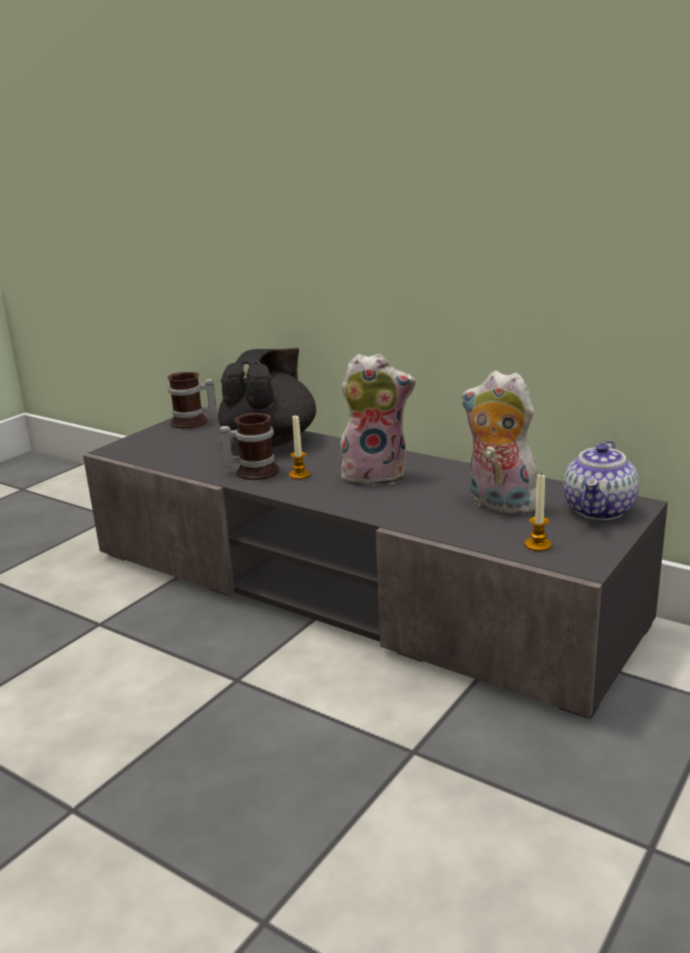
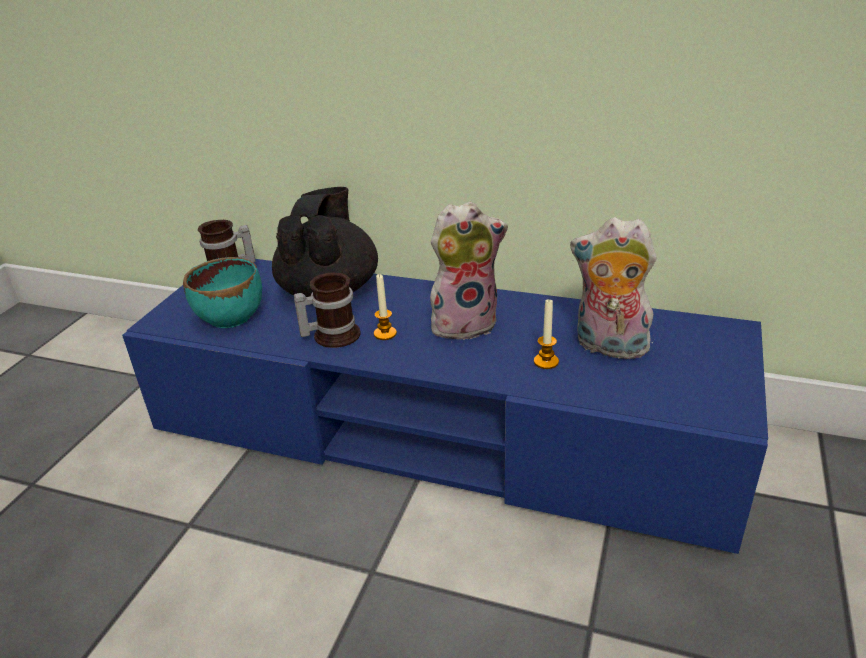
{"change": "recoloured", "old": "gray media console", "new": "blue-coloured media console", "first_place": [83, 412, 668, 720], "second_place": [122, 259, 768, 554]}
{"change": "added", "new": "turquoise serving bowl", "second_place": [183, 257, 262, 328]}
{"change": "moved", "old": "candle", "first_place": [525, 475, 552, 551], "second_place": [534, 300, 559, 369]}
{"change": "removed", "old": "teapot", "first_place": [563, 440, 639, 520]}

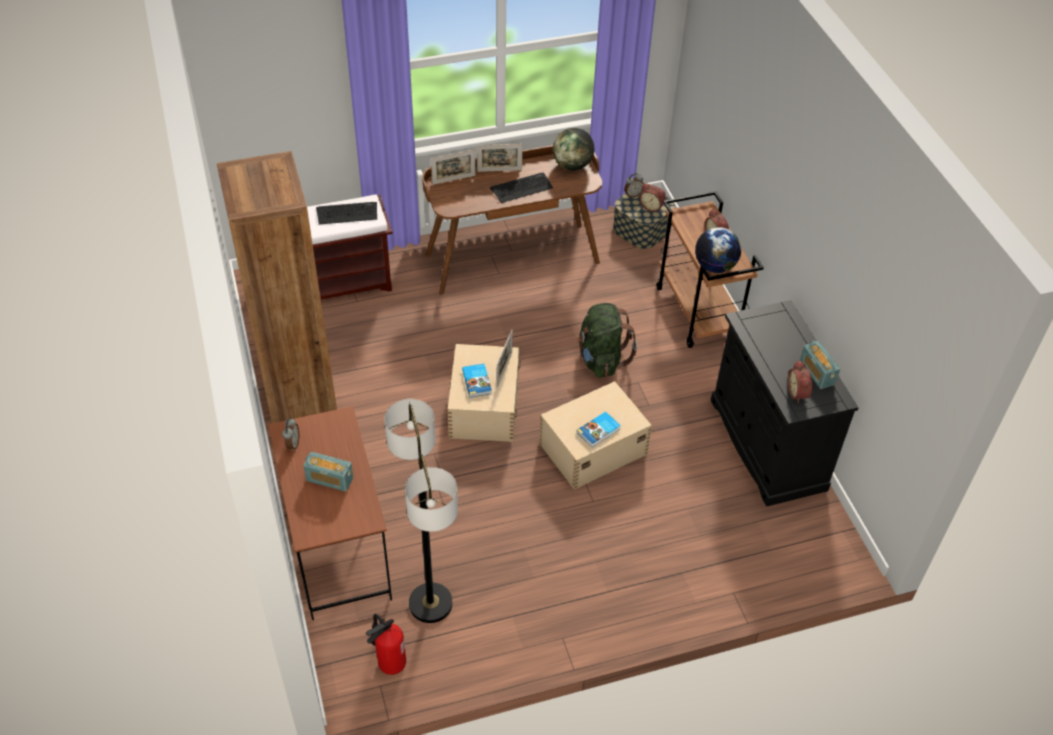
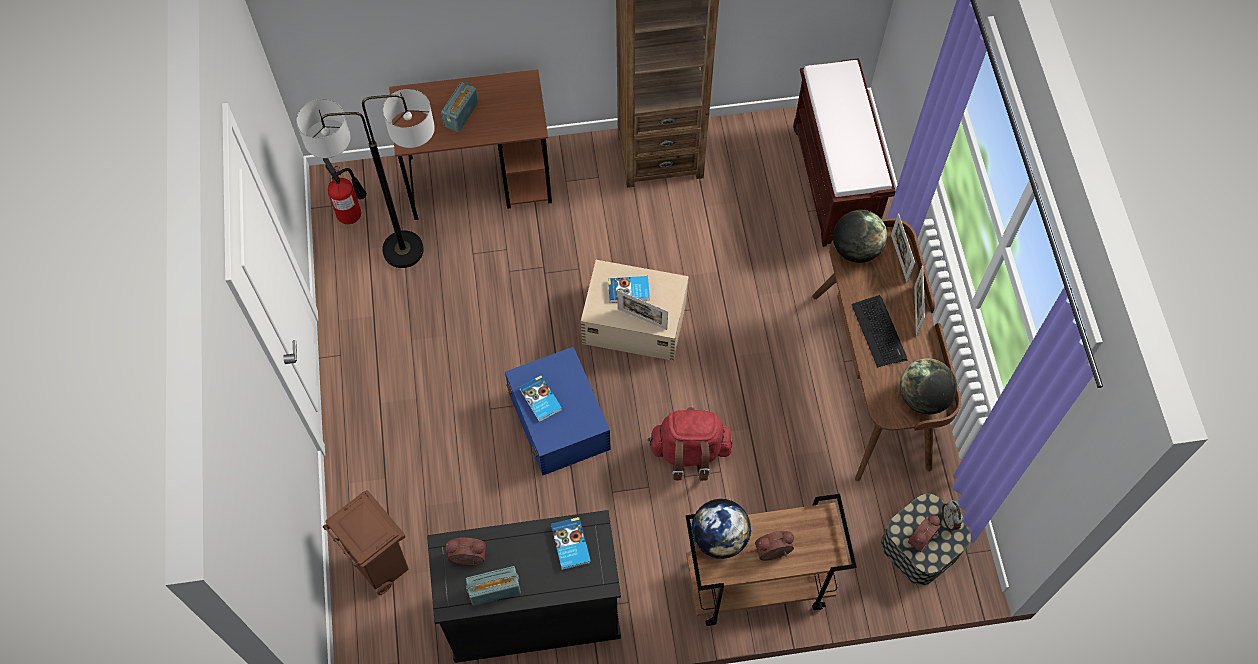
{"change": "added", "new": "brown waste bin", "second_place": [323, 490, 409, 595]}
{"change": "recoloured", "old": "sand-coloured storage container", "new": "blue-coloured storage container", "first_place": [539, 381, 652, 490], "second_place": [505, 347, 611, 476]}
{"change": "added", "new": "book", "second_place": [551, 517, 591, 570]}
{"change": "recoloured", "old": "greenish backpack", "new": "red backpack", "first_place": [575, 303, 637, 378], "second_place": [648, 407, 733, 481]}
{"change": "added", "new": "desk globe", "second_place": [833, 210, 887, 263]}
{"change": "removed", "old": "table clock", "first_place": [282, 418, 299, 451]}
{"change": "removed", "old": "keyboard", "first_place": [316, 202, 377, 225]}

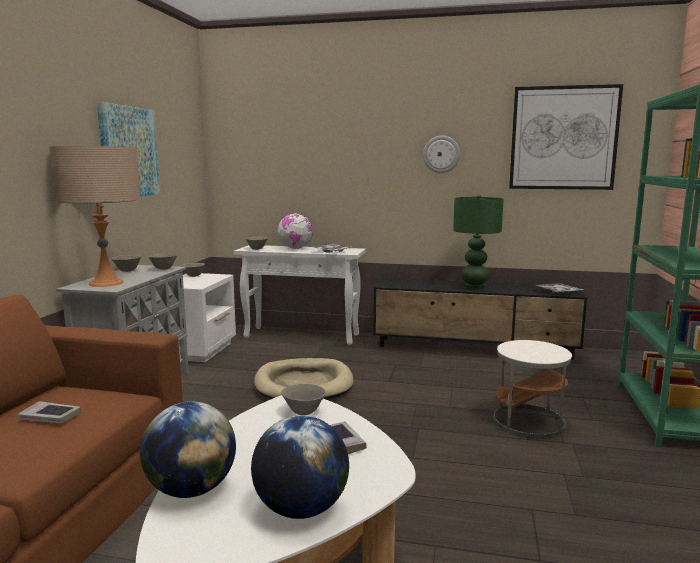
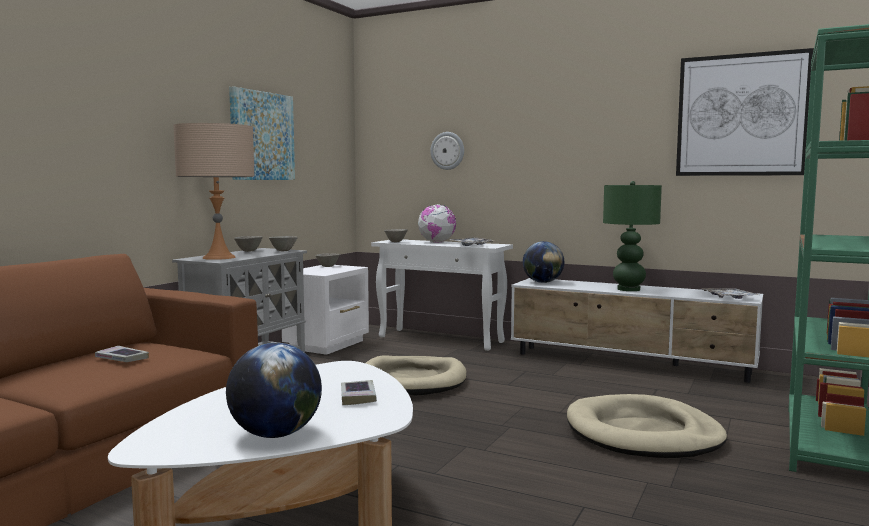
{"change": "moved", "old": "hanging clock", "first_place": [423, 136, 460, 173], "second_place": [430, 132, 464, 170]}
{"change": "recoloured", "old": "blackish media console", "new": "white-coloured media console", "first_place": [373, 278, 587, 360], "second_place": [511, 278, 763, 383]}
{"change": "moved", "old": "desk globe", "first_place": [140, 401, 236, 498], "second_place": [523, 241, 564, 283]}
{"change": "replaced", "old": "white-coloured accent table", "new": "sand-coloured dog cushion", "first_place": [494, 340, 572, 439], "second_place": [567, 394, 727, 458]}
{"change": "removed", "old": "gray serving bowl", "first_place": [281, 384, 326, 415]}

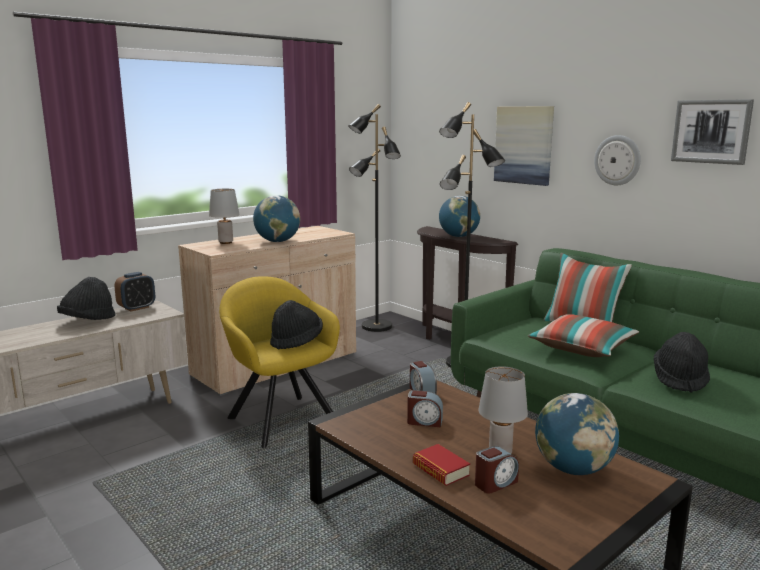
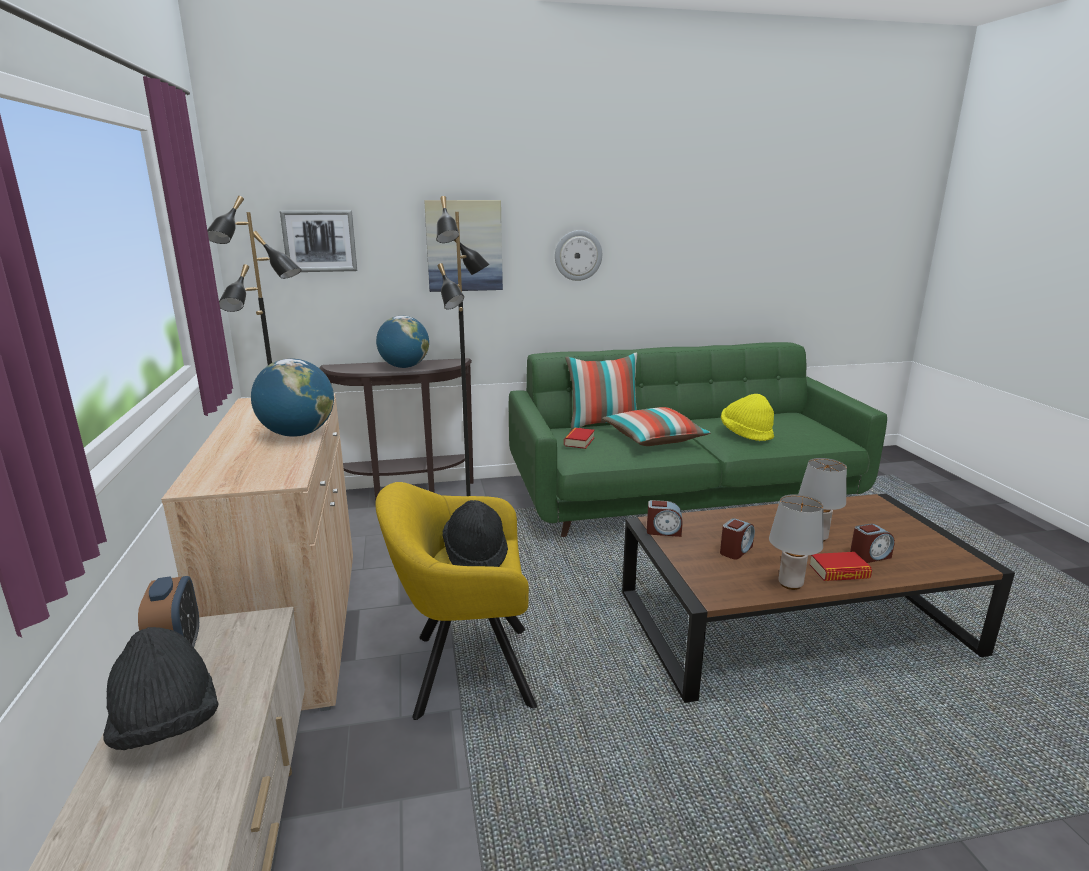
{"change": "moved", "old": "picture", "first_place": [671, 99, 754, 165], "second_place": [280, 210, 357, 272]}
{"change": "added", "new": "book", "second_place": [564, 428, 595, 449]}
{"change": "recoloured", "old": "blackish hat", "new": "yellow-coloured hat", "first_place": [654, 332, 710, 393], "second_place": [721, 394, 774, 441]}
{"change": "moved", "old": "gray tabletop lamp", "first_place": [209, 189, 240, 244], "second_place": [769, 494, 824, 590]}
{"change": "turned", "old": "table clock", "first_place": [475, 446, 519, 494], "second_place": [850, 524, 895, 563], "degrees": 75}
{"change": "removed", "old": "desk globe", "first_place": [535, 393, 619, 475]}

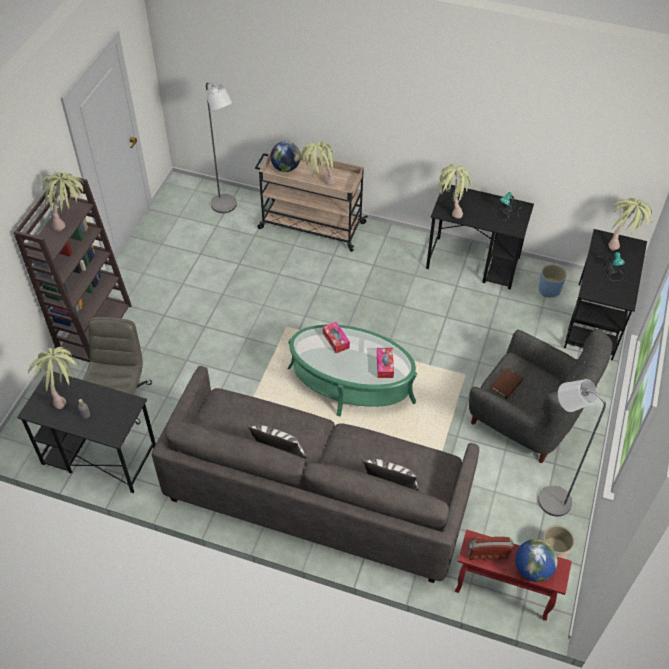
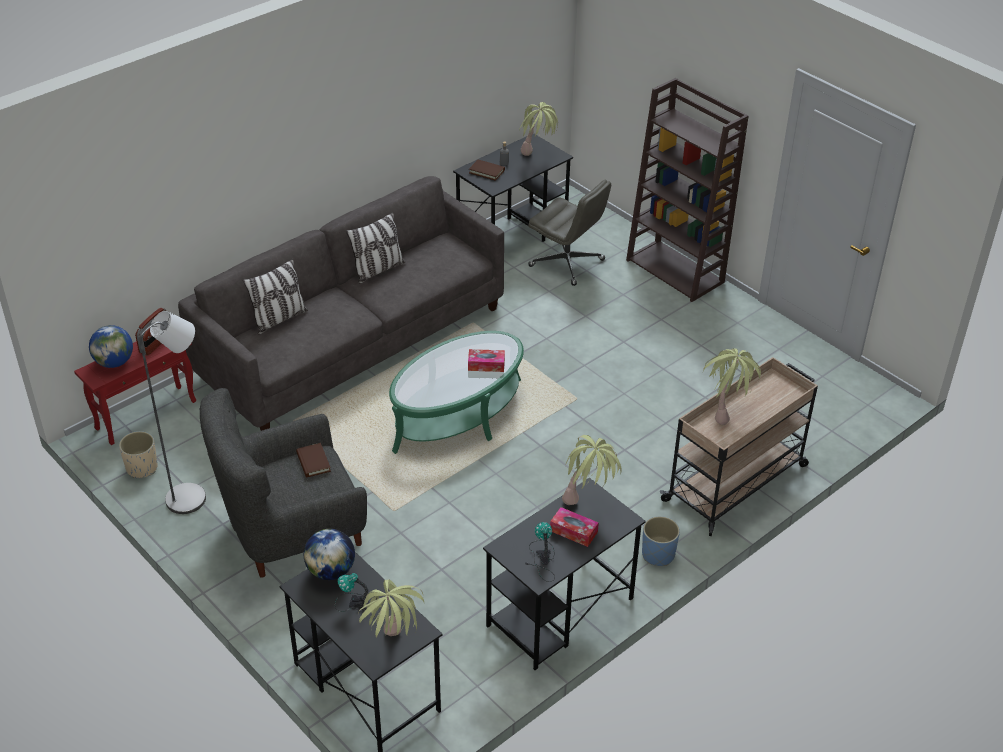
{"change": "moved", "old": "desk globe", "first_place": [270, 141, 301, 172], "second_place": [304, 529, 355, 580]}
{"change": "added", "new": "brown book", "second_place": [469, 159, 505, 181]}
{"change": "moved", "old": "box of tissues", "first_place": [377, 348, 394, 378], "second_place": [550, 507, 599, 547]}
{"change": "moved", "old": "blue-coloured flower pot", "first_place": [538, 264, 566, 298], "second_place": [642, 516, 680, 566]}
{"change": "removed", "old": "houseplant", "first_place": [41, 172, 83, 231]}
{"change": "removed", "old": "gray standard lamp", "first_place": [205, 82, 237, 213]}

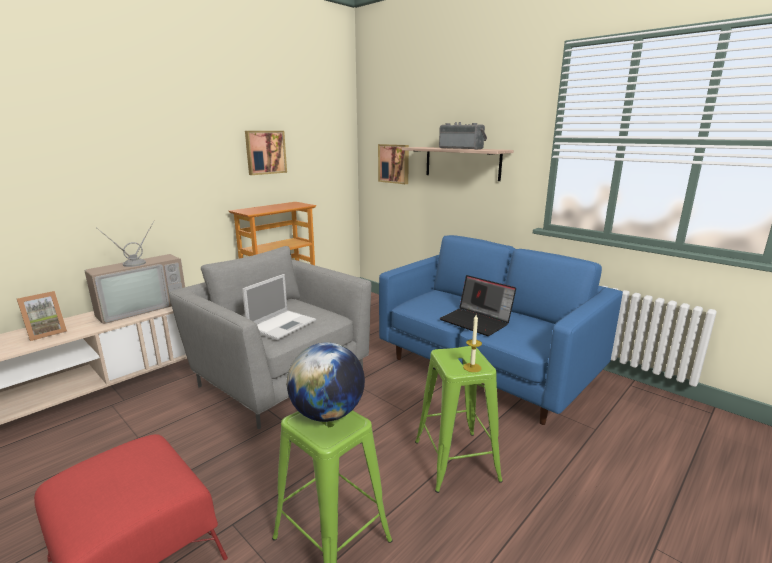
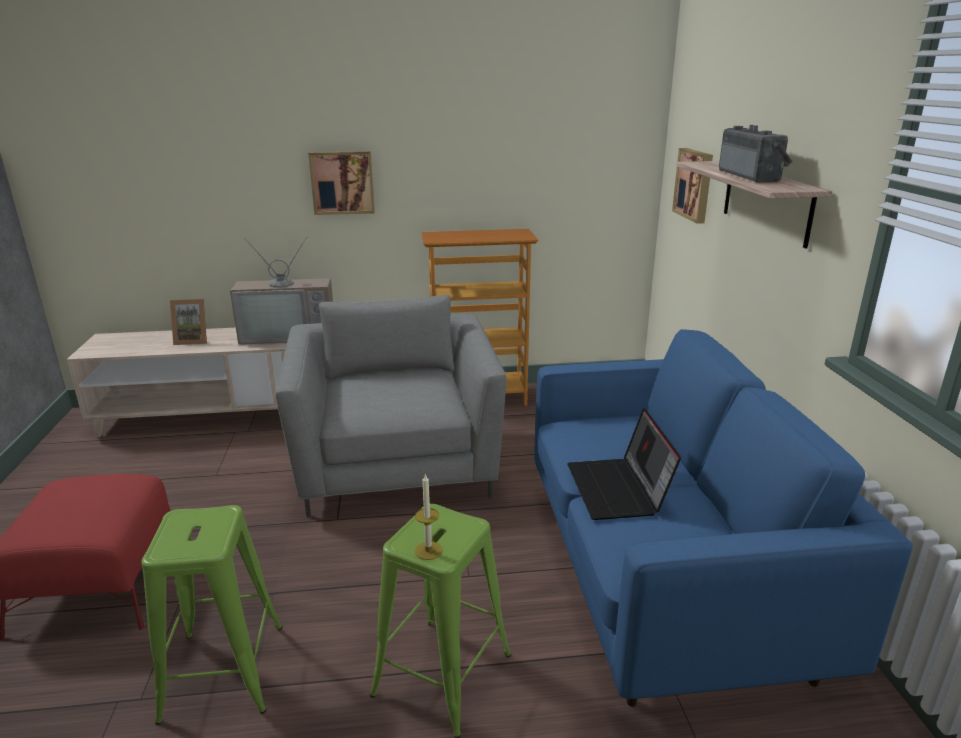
{"change": "moved", "old": "picture", "first_place": [245, 131, 287, 175], "second_place": [308, 151, 375, 215]}
{"change": "removed", "old": "notebook computer", "first_place": [242, 274, 316, 340]}
{"change": "removed", "old": "desk globe", "first_place": [287, 342, 365, 422]}

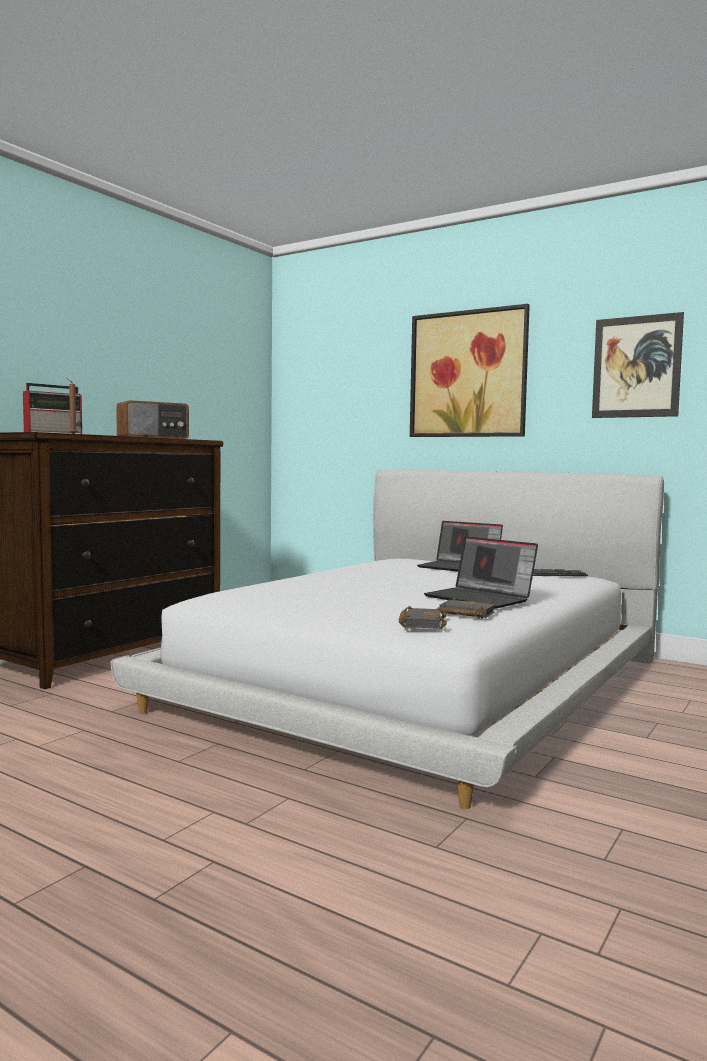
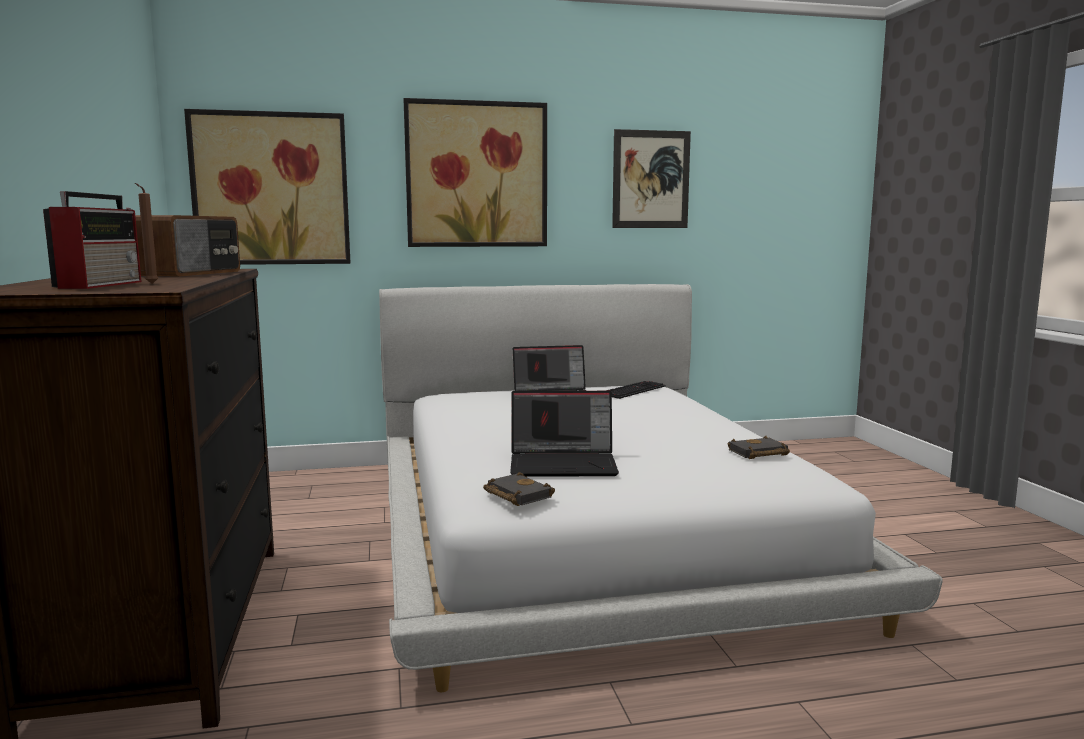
{"change": "added", "new": "picture", "second_place": [184, 109, 350, 265]}
{"change": "moved", "old": "blackish book", "first_place": [399, 606, 447, 629], "second_place": [483, 472, 555, 506]}
{"change": "moved", "old": "notebook computer", "first_place": [424, 537, 538, 608], "second_place": [510, 391, 619, 477]}

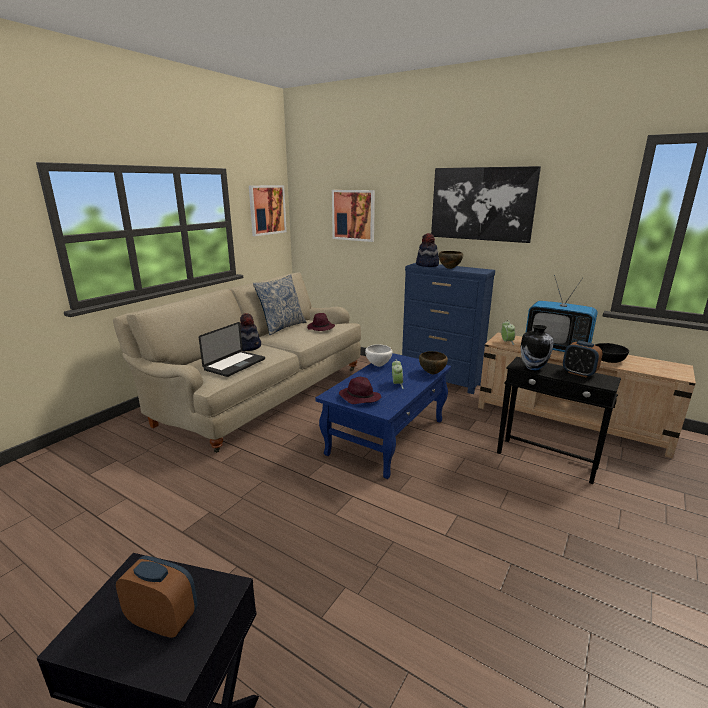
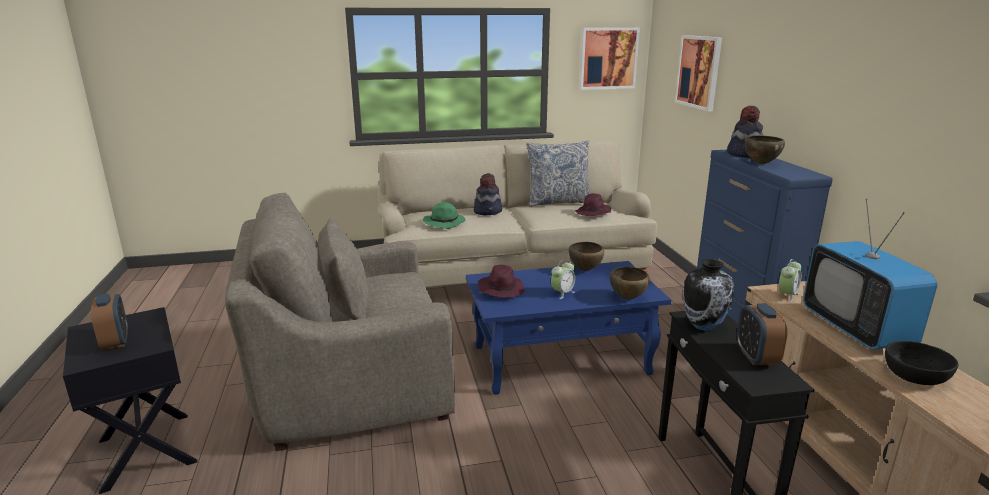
{"change": "added", "new": "gray armchair", "second_place": [225, 193, 455, 451]}
{"change": "replaced", "old": "notebook computer", "new": "greenish hat", "first_place": [199, 322, 265, 377], "second_place": [423, 202, 465, 229]}
{"change": "recoloured", "old": "white-coloured serving bowl", "new": "brown serving bowl", "first_place": [365, 345, 393, 367], "second_place": [569, 242, 604, 271]}
{"change": "removed", "old": "picture", "first_place": [431, 166, 541, 243]}

